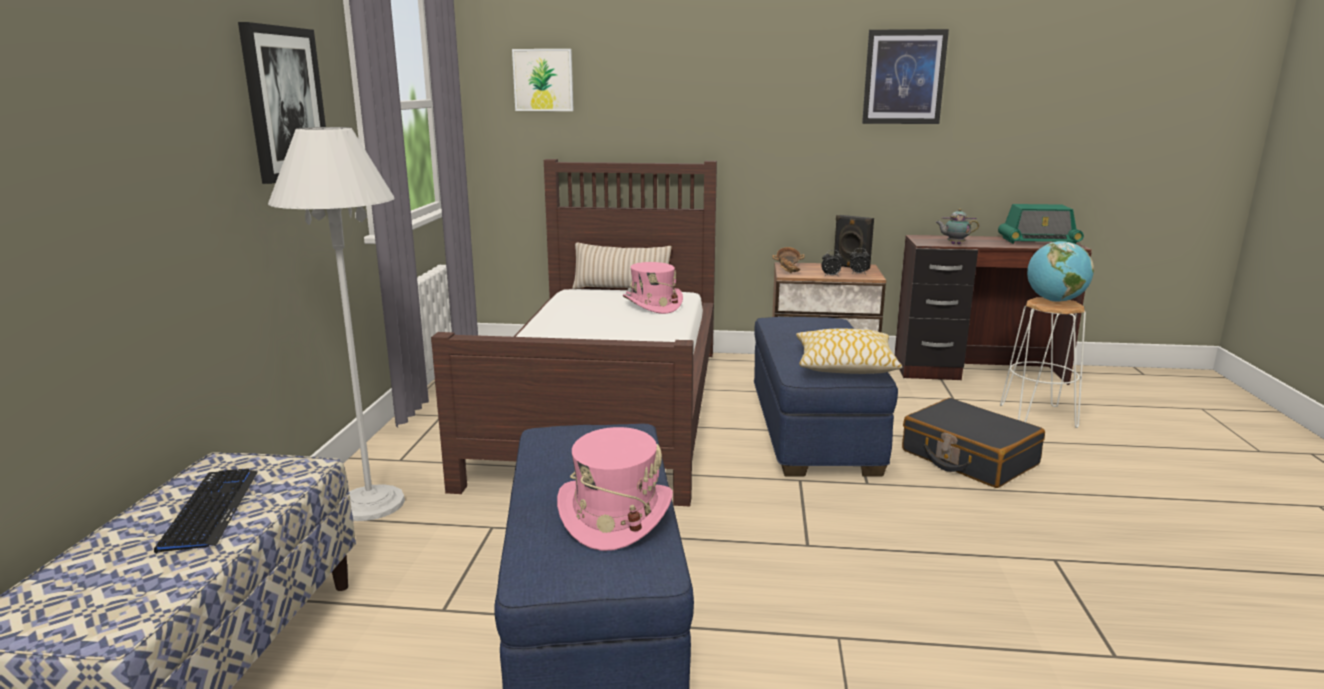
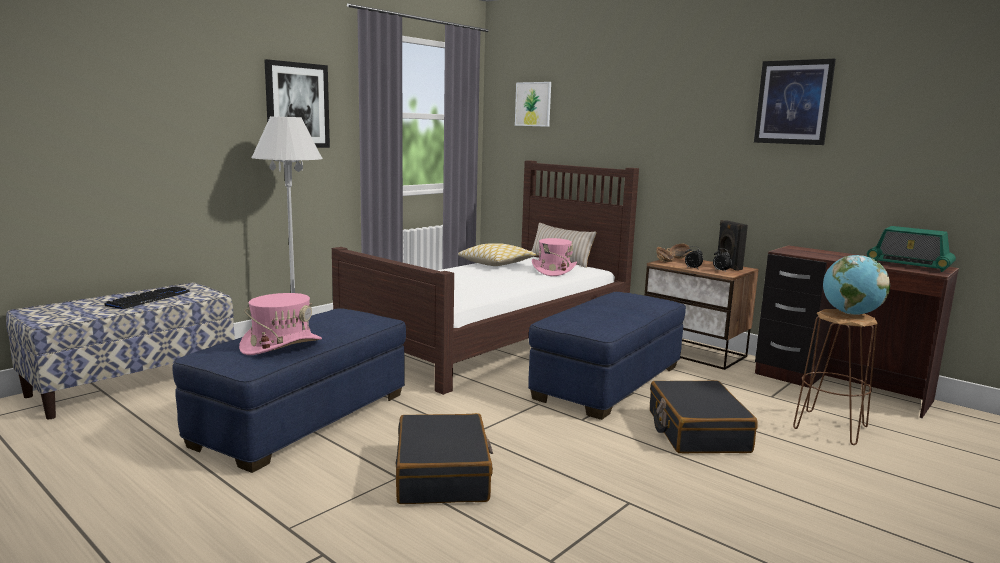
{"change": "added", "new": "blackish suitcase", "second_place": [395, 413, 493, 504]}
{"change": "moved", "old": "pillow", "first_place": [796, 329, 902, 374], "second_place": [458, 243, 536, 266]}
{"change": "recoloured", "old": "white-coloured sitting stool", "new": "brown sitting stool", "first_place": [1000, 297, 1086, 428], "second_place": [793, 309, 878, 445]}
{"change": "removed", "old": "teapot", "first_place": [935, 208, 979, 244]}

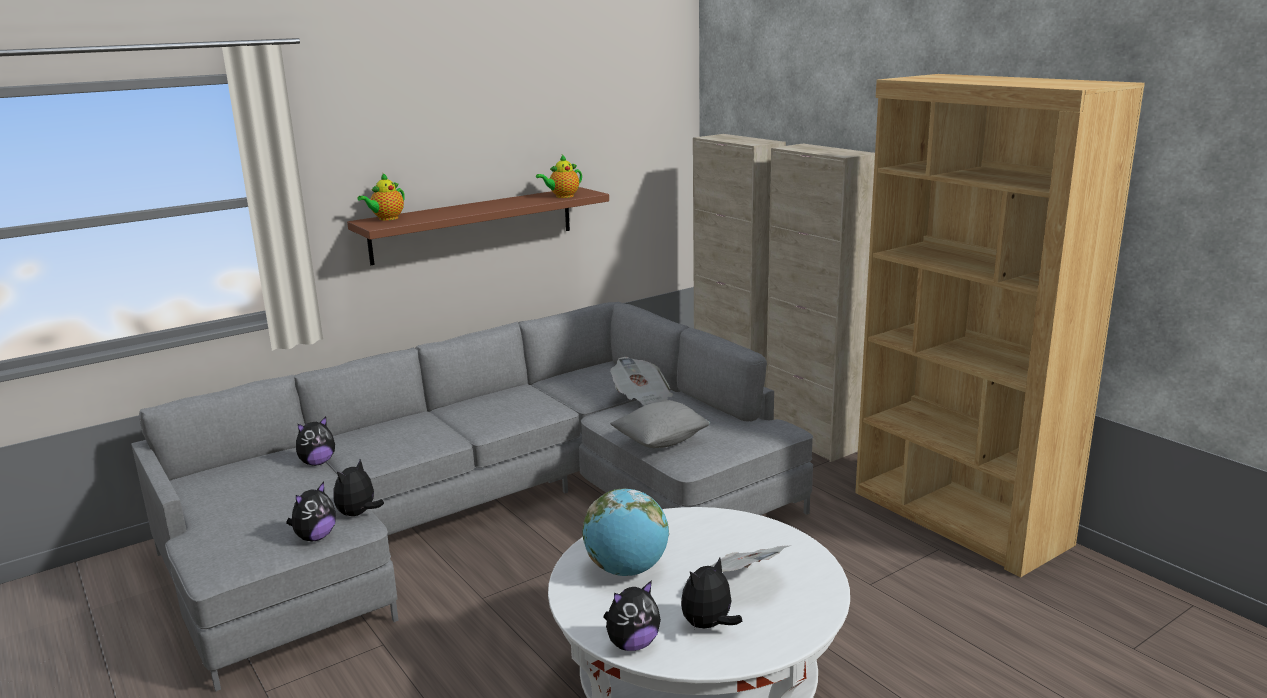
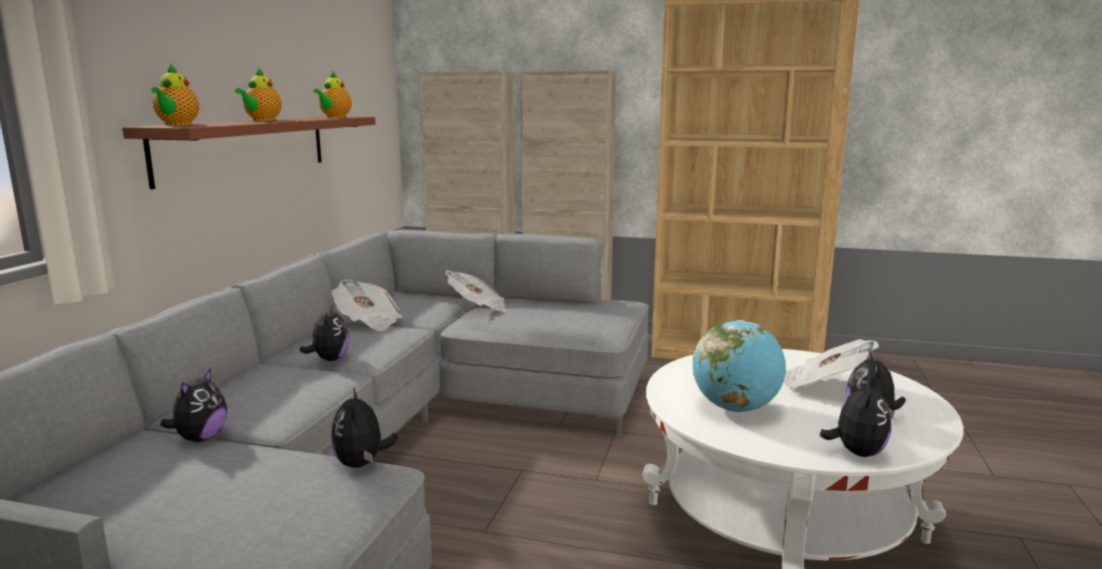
{"change": "added", "new": "teapot", "second_place": [235, 68, 282, 121]}
{"change": "moved", "old": "cuddly toy", "first_place": [286, 482, 336, 541], "second_place": [300, 305, 349, 361]}
{"change": "added", "new": "daily paper", "second_place": [331, 280, 402, 331]}
{"change": "removed", "old": "gray pillow", "first_place": [610, 400, 710, 448]}

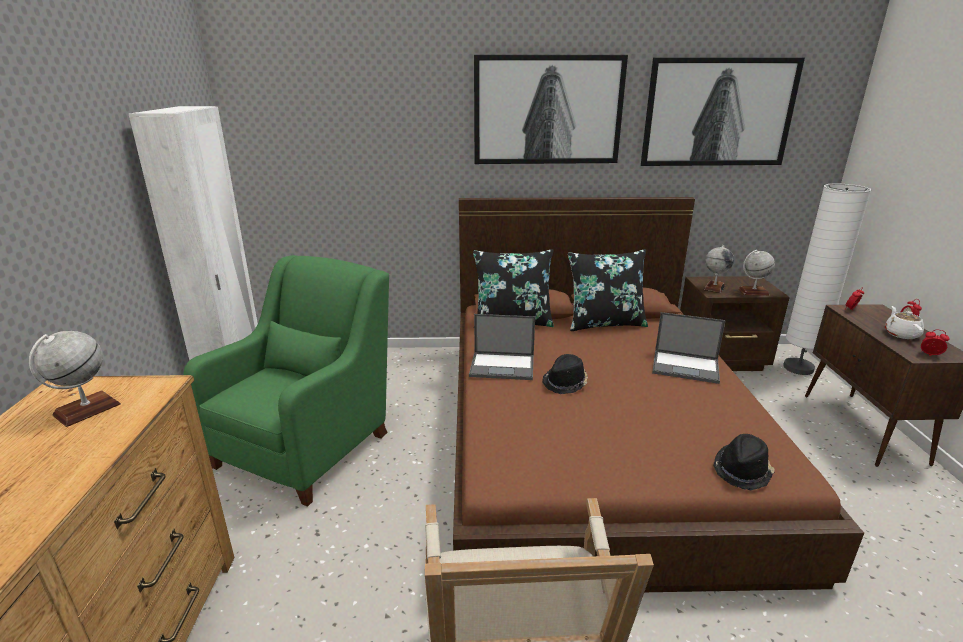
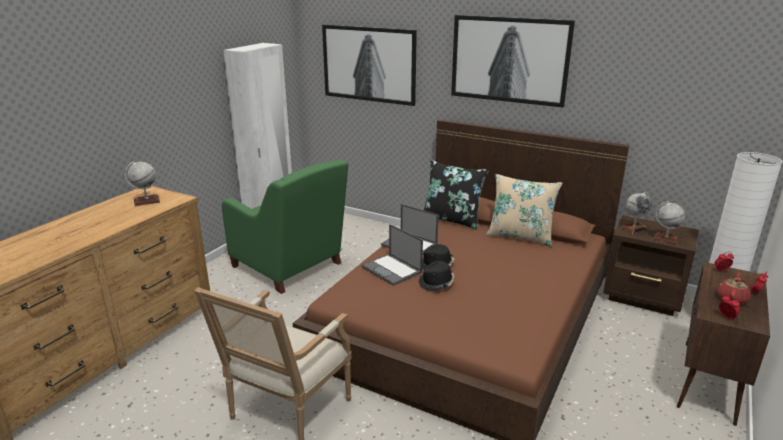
{"change": "turned", "old": "greenish armchair", "first_place": [184, 255, 389, 507], "second_place": [222, 160, 348, 294], "degrees": 75}
{"change": "moved", "old": "picture", "first_place": [641, 58, 805, 166], "second_place": [322, 25, 417, 106]}
{"change": "moved", "old": "notebook computer", "first_place": [652, 312, 726, 384], "second_place": [362, 224, 423, 286]}
{"change": "moved", "old": "blackish hat", "first_place": [713, 434, 775, 490], "second_place": [419, 261, 454, 291]}
{"change": "recoloured", "old": "blackish pillow", "new": "sand-coloured pillow", "first_place": [568, 249, 648, 331], "second_place": [486, 174, 562, 247]}
{"change": "recoloured", "old": "white-coloured teapot", "new": "red teapot", "first_place": [885, 306, 924, 339], "second_place": [717, 273, 751, 304]}

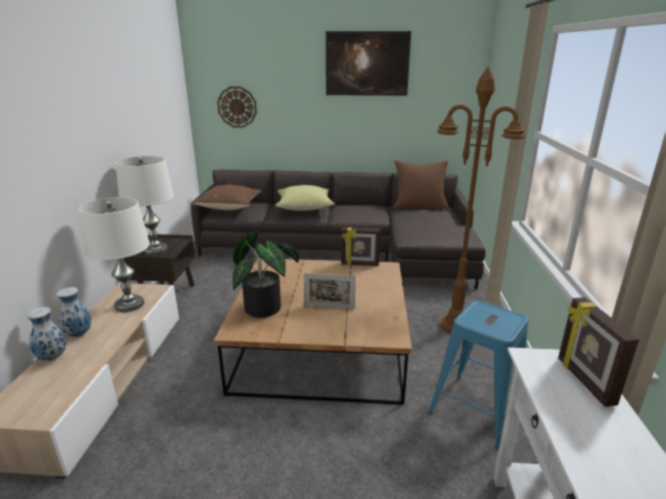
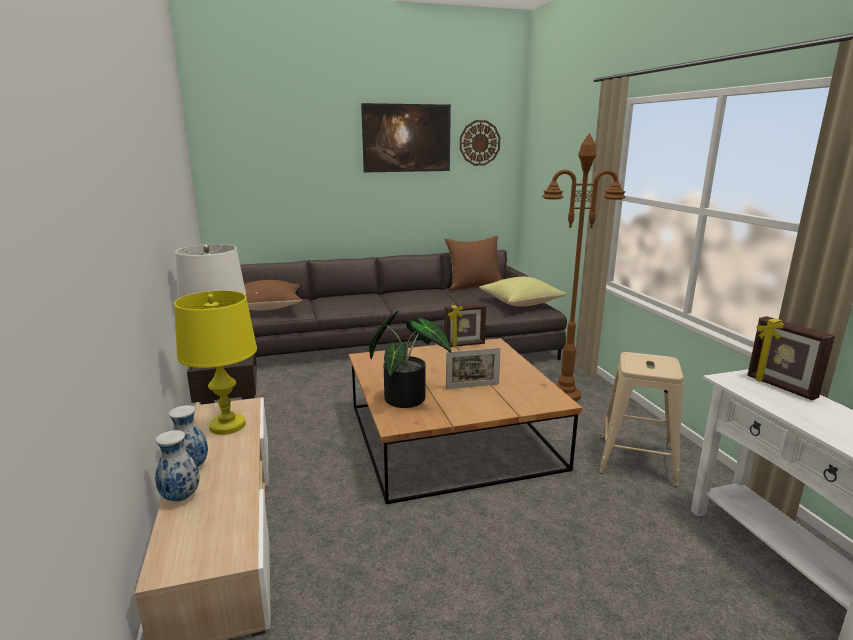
{"change": "recoloured", "old": "white-coloured tabletop lamp", "new": "yellow-coloured tabletop lamp", "first_place": [79, 197, 150, 312], "second_place": [174, 290, 257, 435]}
{"change": "moved", "old": "hanging clock", "first_place": [217, 87, 257, 128], "second_place": [460, 120, 500, 166]}
{"change": "moved", "old": "yellow-coloured pillow", "first_place": [275, 185, 335, 211], "second_place": [479, 277, 567, 307]}
{"change": "recoloured", "old": "blue-coloured sitting stool", "new": "sand-coloured sitting stool", "first_place": [428, 301, 528, 449], "second_place": [599, 352, 684, 487]}

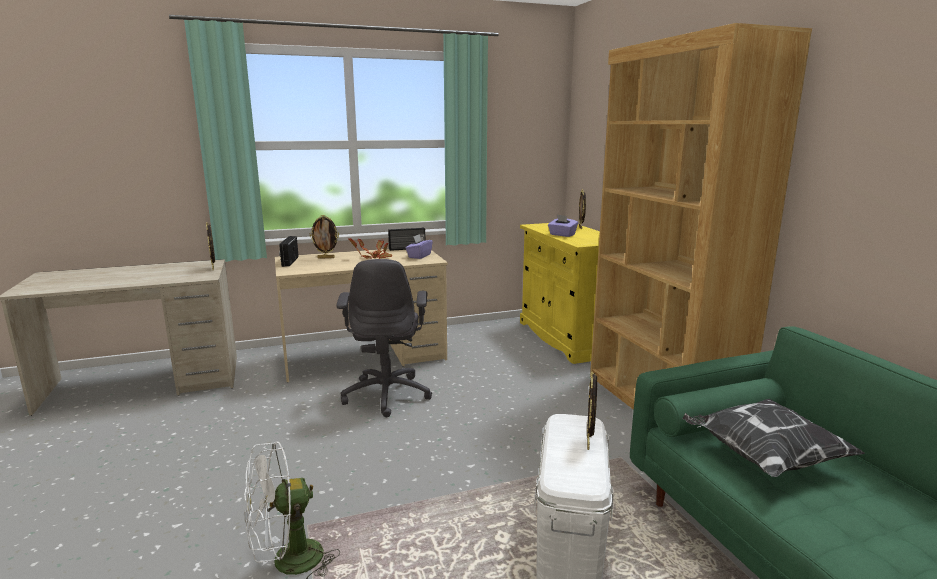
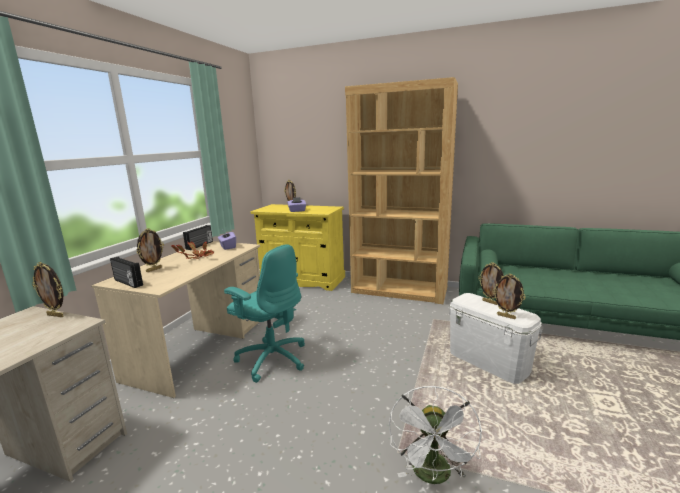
{"change": "recoloured", "old": "gray computer chair", "new": "turquoise computer chair", "first_place": [336, 259, 432, 417], "second_place": [224, 244, 305, 383]}
{"change": "added", "new": "photo frame", "second_place": [493, 274, 526, 319]}
{"change": "removed", "old": "pillow", "first_place": [682, 399, 865, 477]}

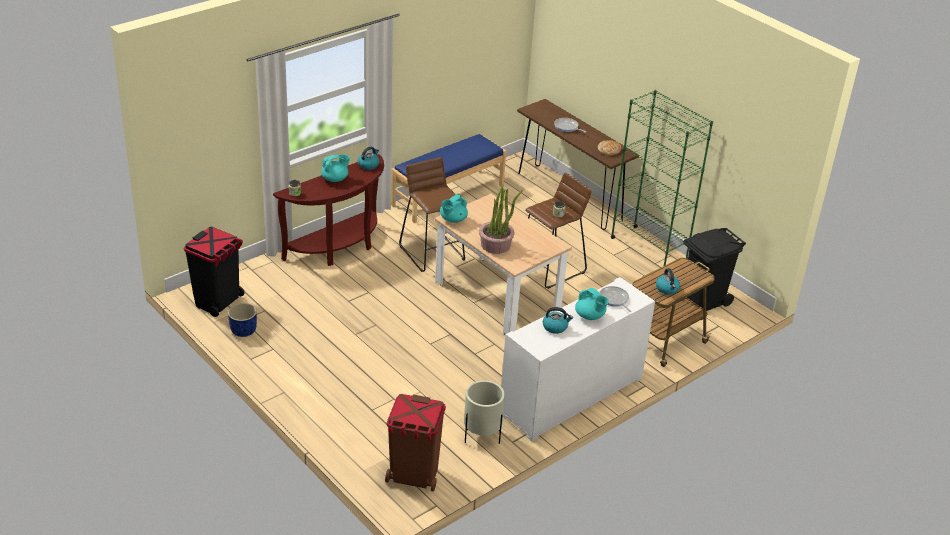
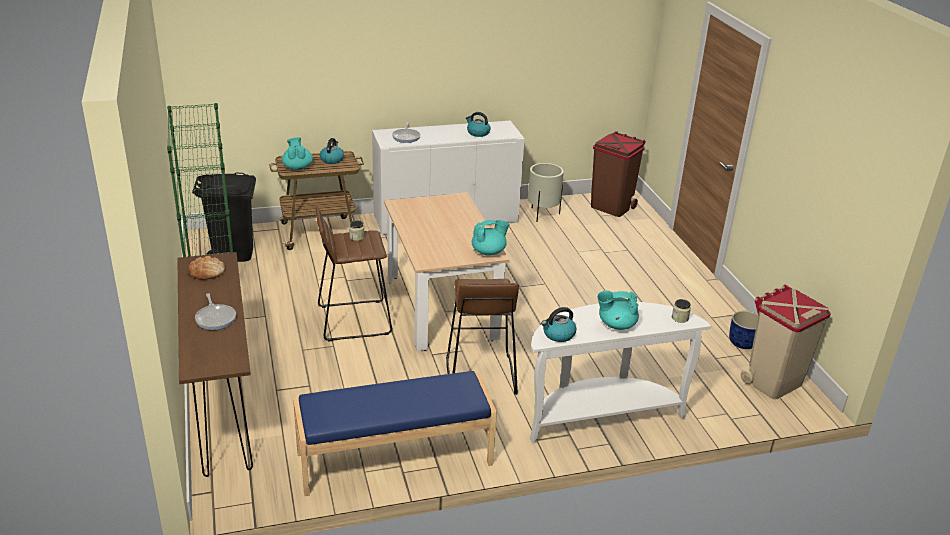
{"change": "moved", "old": "turquoise teapot", "first_place": [575, 288, 609, 320], "second_place": [282, 137, 313, 170]}
{"change": "recoloured", "old": "brown console table", "new": "white-coloured console table", "first_place": [273, 154, 384, 266], "second_place": [530, 302, 711, 444]}
{"change": "recoloured", "old": "blackish waste bin", "new": "sand-coloured waste bin", "first_place": [184, 227, 245, 317], "second_place": [741, 285, 831, 400]}
{"change": "removed", "old": "houseplant", "first_place": [479, 185, 523, 254]}

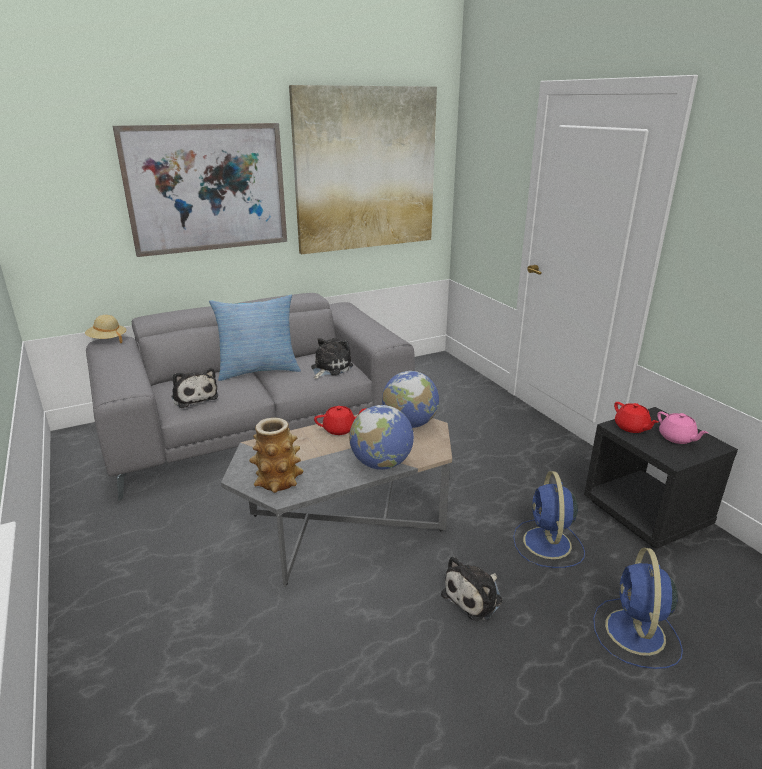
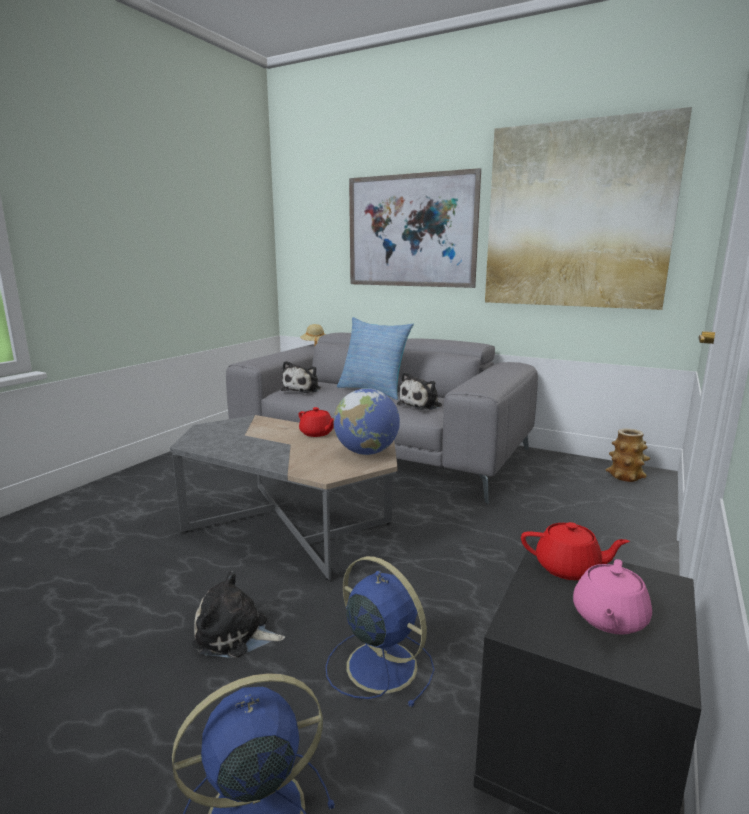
{"change": "turned", "old": "blue-coloured fan", "first_place": [513, 471, 585, 568], "second_place": [325, 556, 435, 707], "degrees": 75}
{"change": "turned", "old": "cuddly toy", "first_place": [311, 338, 353, 379], "second_place": [397, 372, 442, 410], "degrees": 135}
{"change": "turned", "old": "red teapot", "first_place": [614, 402, 659, 433], "second_place": [521, 522, 630, 580], "degrees": -105}
{"change": "moved", "old": "vase", "first_place": [249, 418, 304, 493], "second_place": [606, 428, 650, 482]}
{"change": "removed", "old": "desk globe", "first_place": [349, 405, 414, 470]}

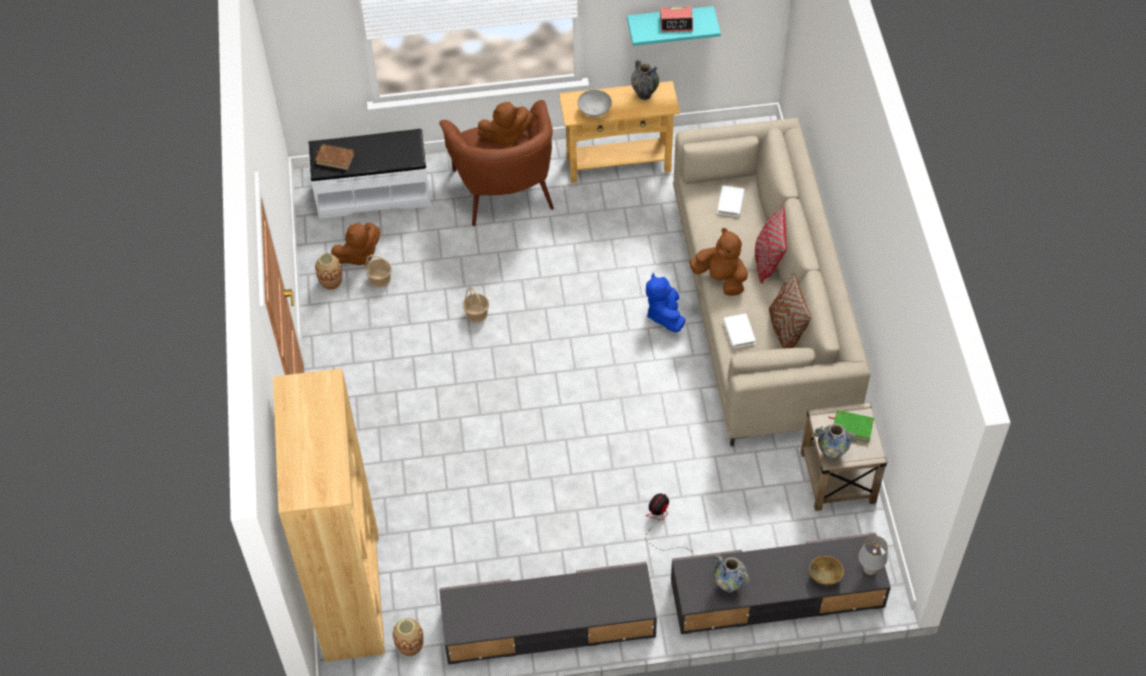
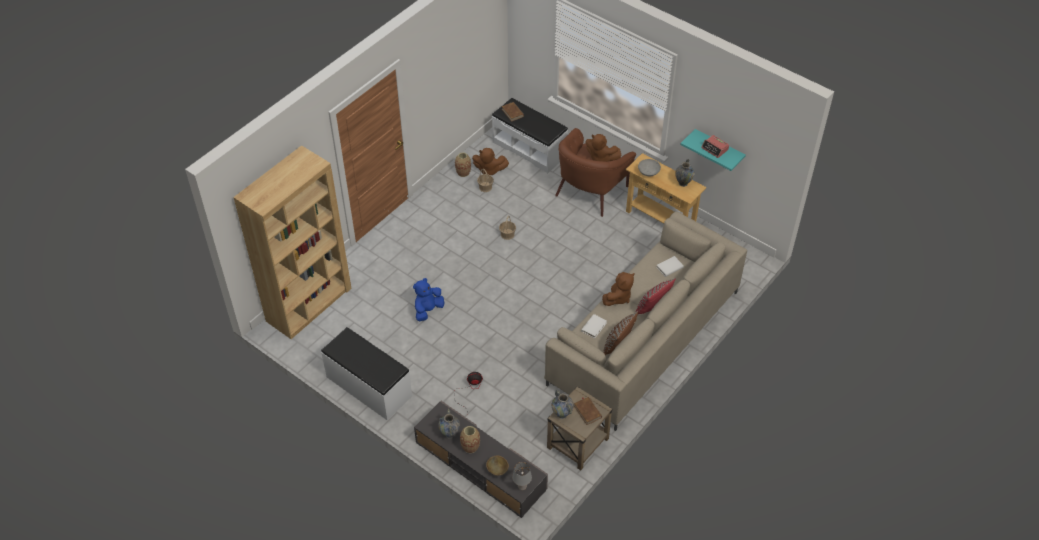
{"change": "replaced", "old": "gray media console", "new": "white-coloured long seat", "first_place": [439, 562, 657, 664], "second_place": [321, 327, 412, 420]}
{"change": "moved", "old": "blue-coloured cuddly toy", "first_place": [646, 273, 685, 332], "second_place": [413, 278, 444, 321]}
{"change": "moved", "old": "vase", "first_place": [392, 618, 423, 657], "second_place": [460, 426, 480, 453]}
{"change": "recoloured", "old": "greenish book", "new": "brown book", "first_place": [828, 410, 874, 442], "second_place": [574, 397, 602, 425]}
{"change": "turned", "old": "brown cuddly toy", "first_place": [689, 228, 748, 296], "second_place": [602, 272, 634, 306], "degrees": 45}

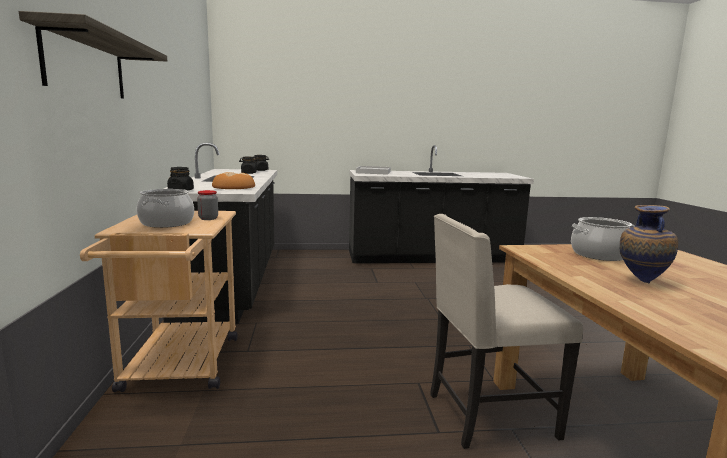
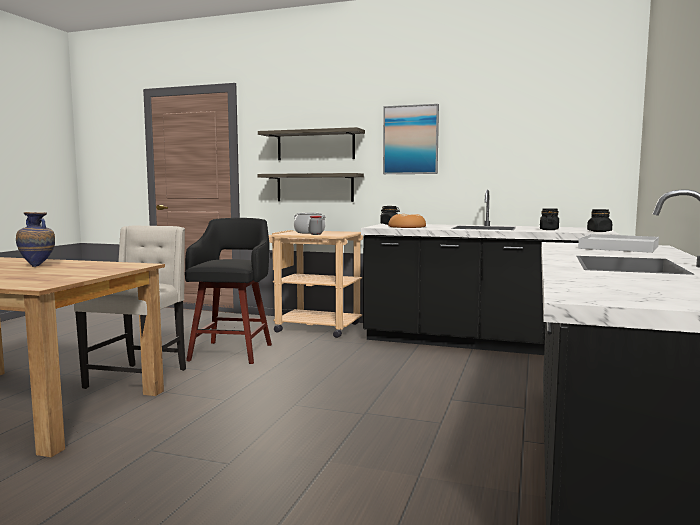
{"change": "added", "new": "blackish sitting stool", "second_place": [185, 218, 272, 364]}
{"change": "added", "new": "wall shelf", "second_place": [258, 173, 364, 202]}
{"change": "added", "new": "picture", "second_place": [383, 104, 439, 174]}
{"change": "removed", "old": "cooking pot", "first_place": [571, 217, 635, 261]}

